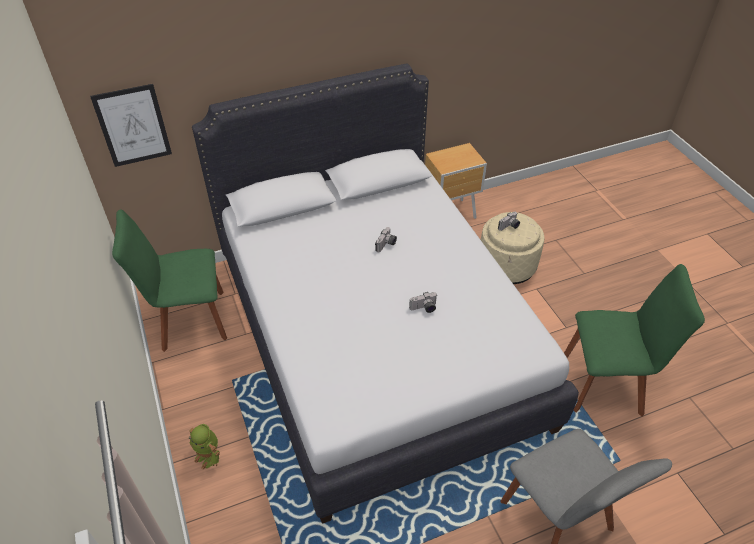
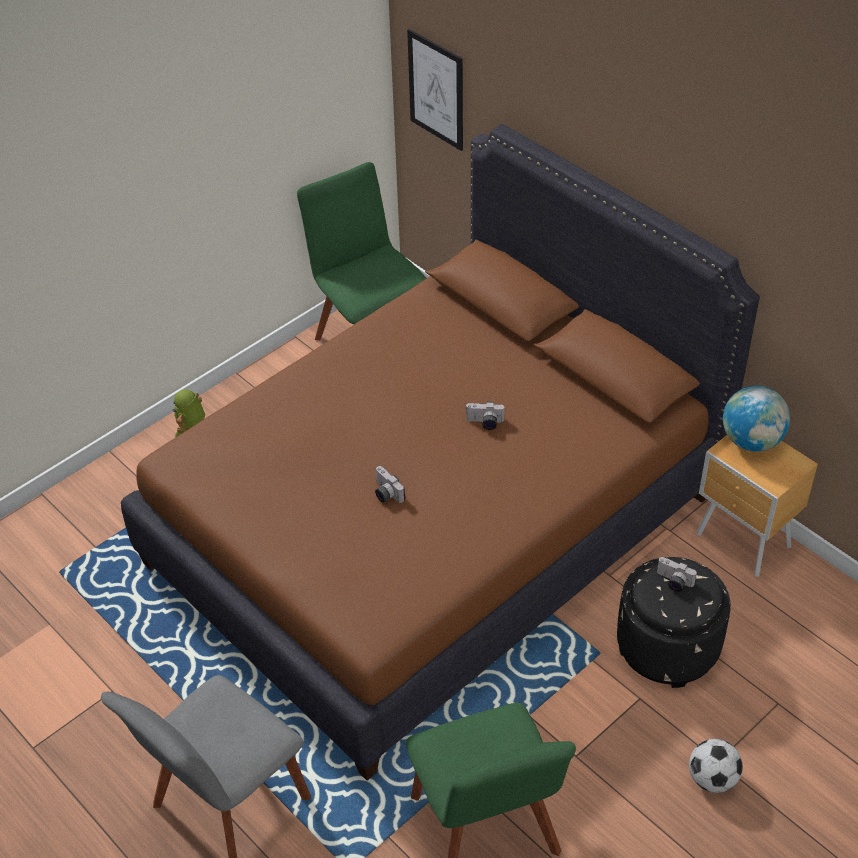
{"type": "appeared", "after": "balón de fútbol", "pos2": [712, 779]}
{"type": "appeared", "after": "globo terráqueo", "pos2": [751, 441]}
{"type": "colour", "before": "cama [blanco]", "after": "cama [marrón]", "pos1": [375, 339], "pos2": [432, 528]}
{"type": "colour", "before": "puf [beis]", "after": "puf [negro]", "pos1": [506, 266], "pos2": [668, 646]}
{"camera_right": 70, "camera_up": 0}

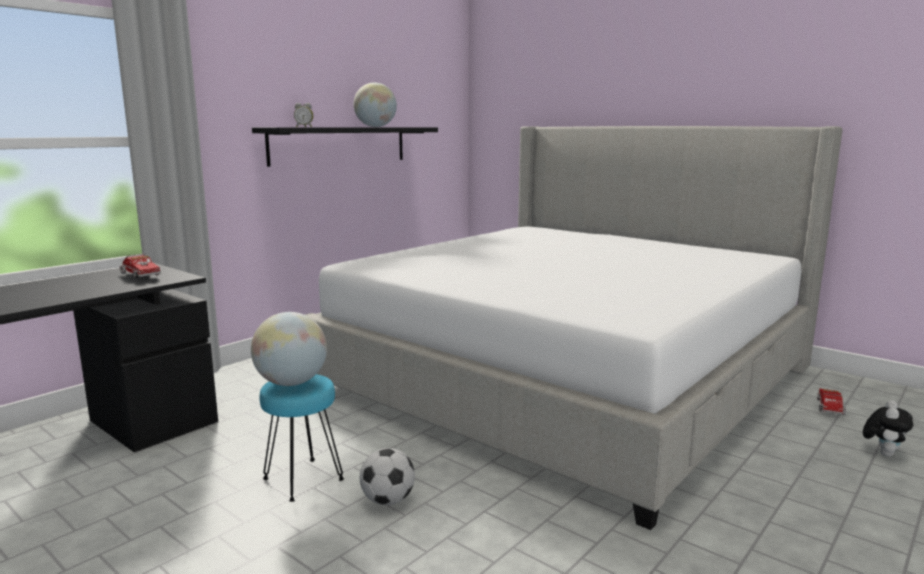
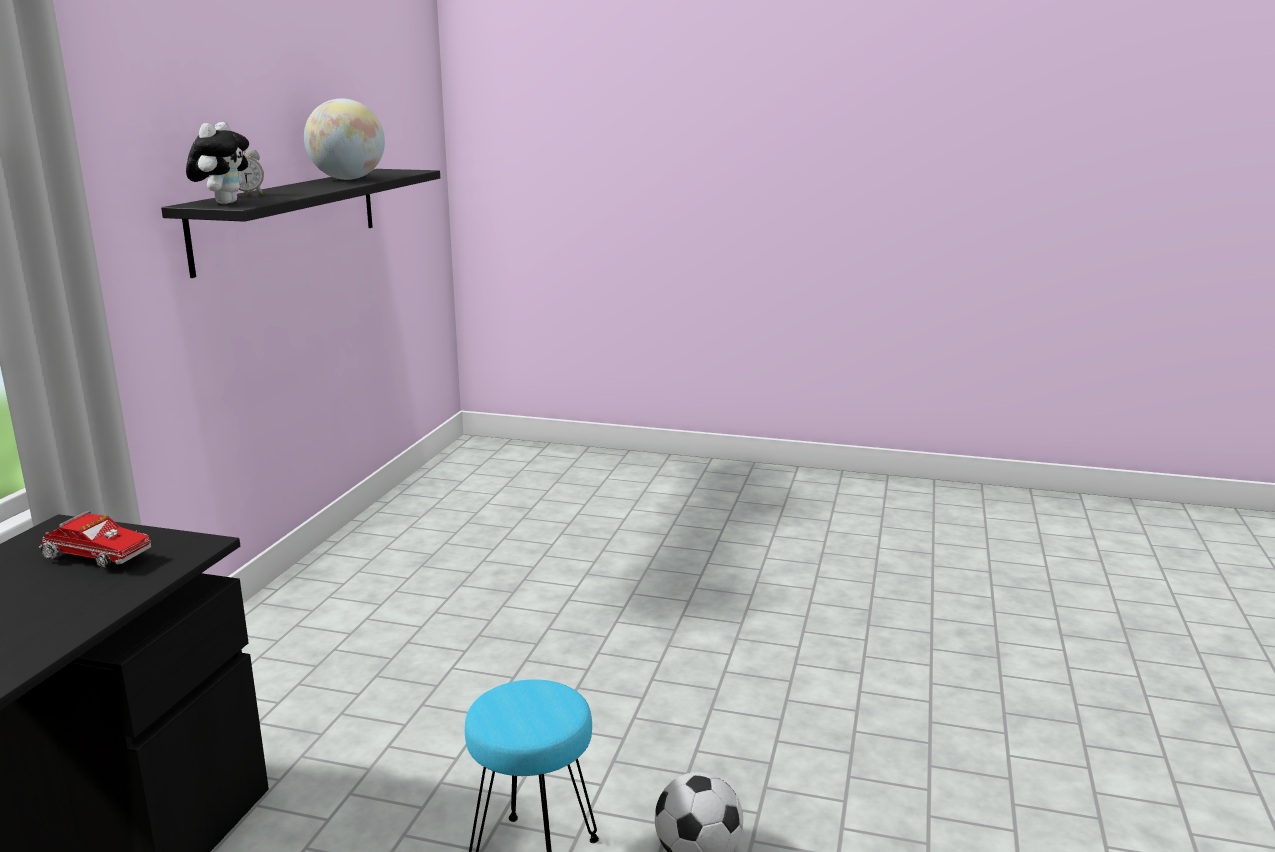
{"type": "missing", "before": "globo terráqueo", "pos1": [291, 383]}
{"type": "missing", "before": "cama", "pos1": [567, 377]}
{"type": "missing", "before": "camión de juguete", "pos1": [830, 409]}
{"type": "relocated", "before": "peluche", "pos1": [883, 453], "pos2": [224, 203]}
{"camera_right": -25, "camera_up": 5}

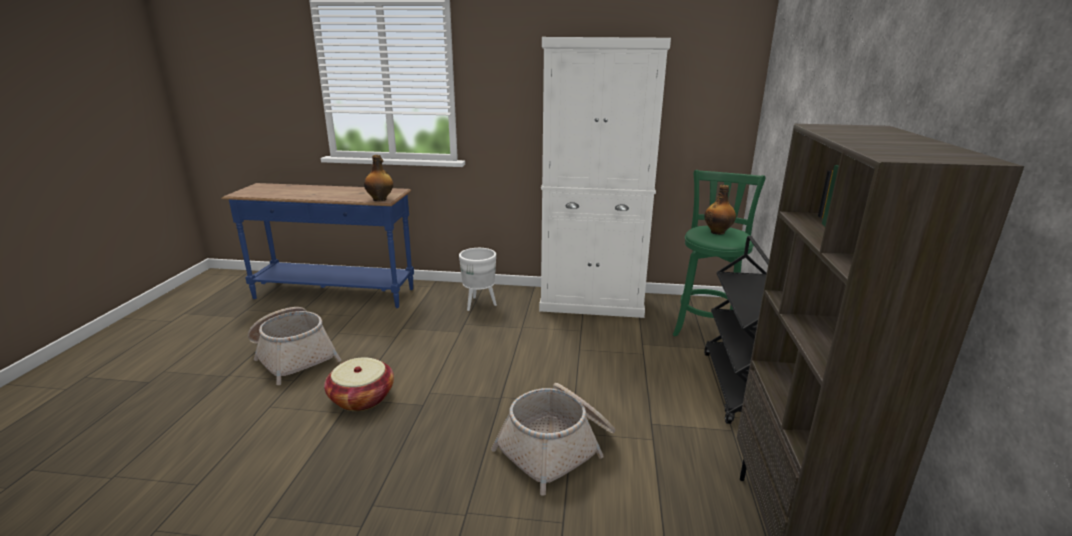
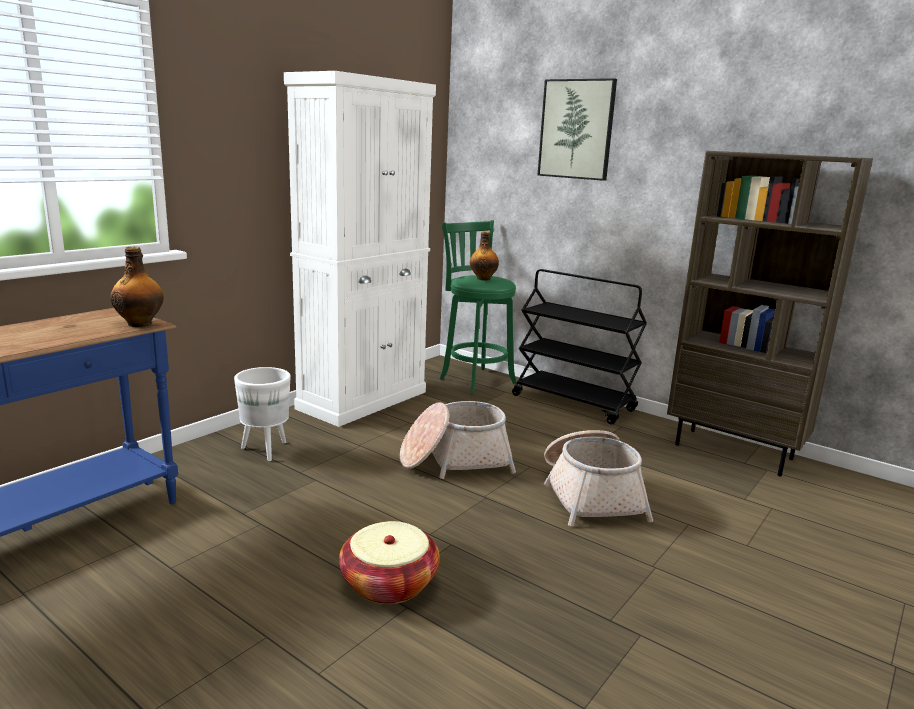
{"type": "appeared", "after": "cuadro", "pos2": [576, 129]}
{"type": "relocated", "before": "cesta", "pos1": [293, 356], "pos2": [455, 460]}
{"camera_right": -60, "camera_up": -5}

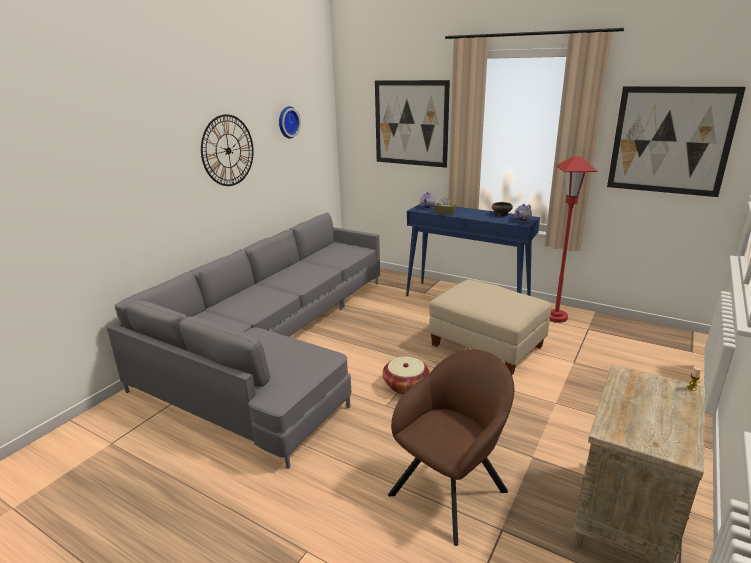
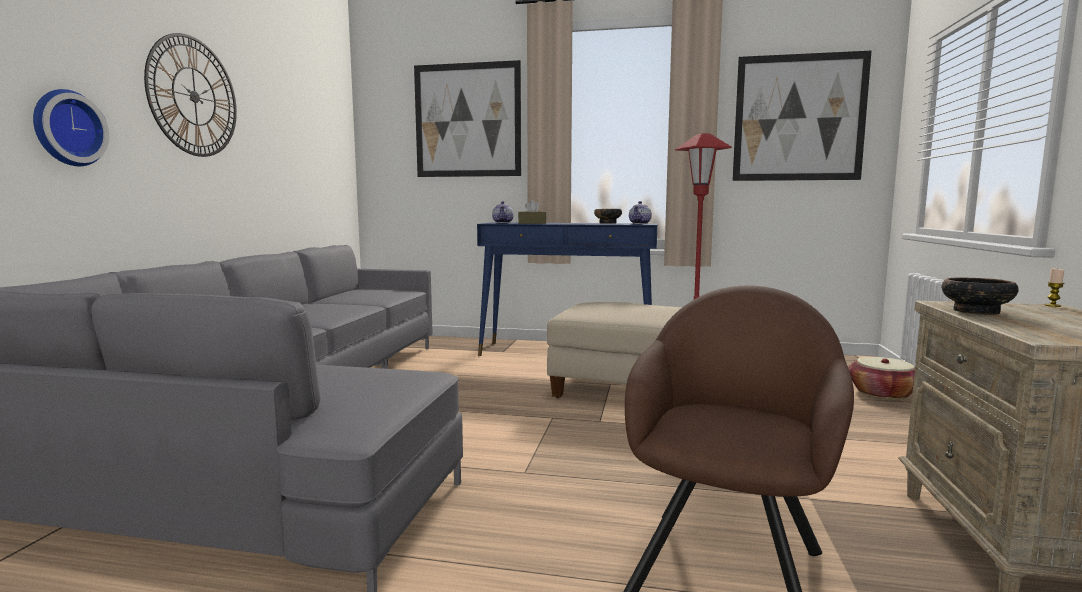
{"type": "appeared", "after": "cuenco", "pos2": [975, 311]}
{"type": "relocated", "before": "reloj de pared", "pos1": [287, 122], "pos2": [66, 128]}
{"type": "relocated", "before": "cesta", "pos1": [406, 385], "pos2": [882, 393]}
{"camera_right": -20, "camera_up": -15}

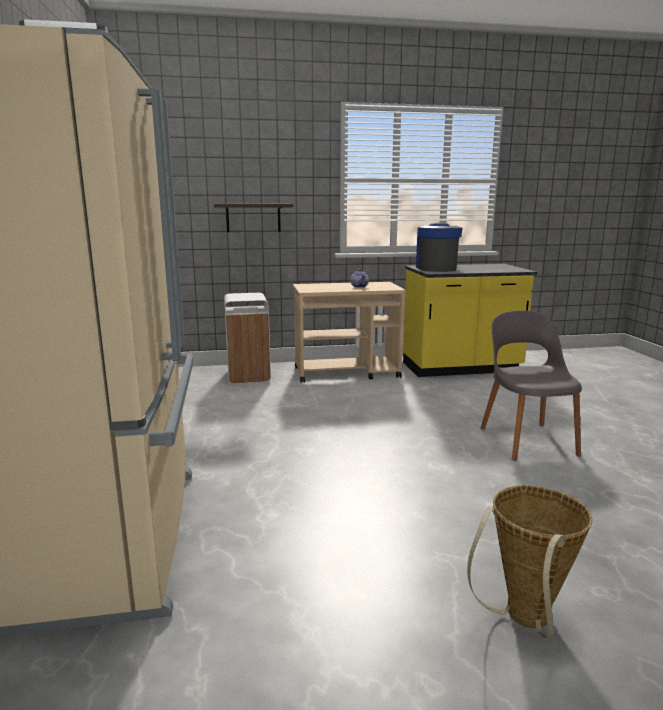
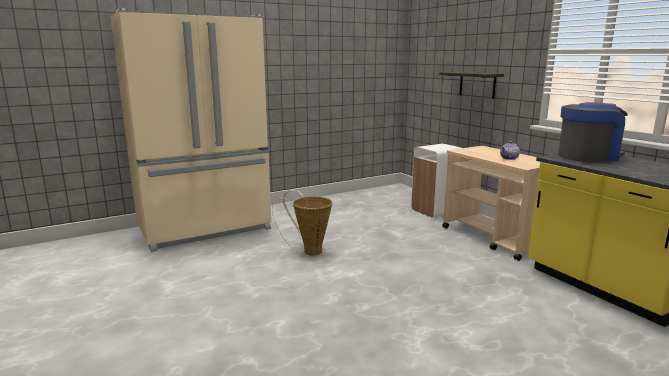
{"type": "missing", "before": "silla [gris]", "pos1": [527, 440]}
{"type": "relocated", "before": "cesta", "pos1": [523, 621], "pos2": [308, 251]}
{"camera_right": 70, "camera_up": 0}

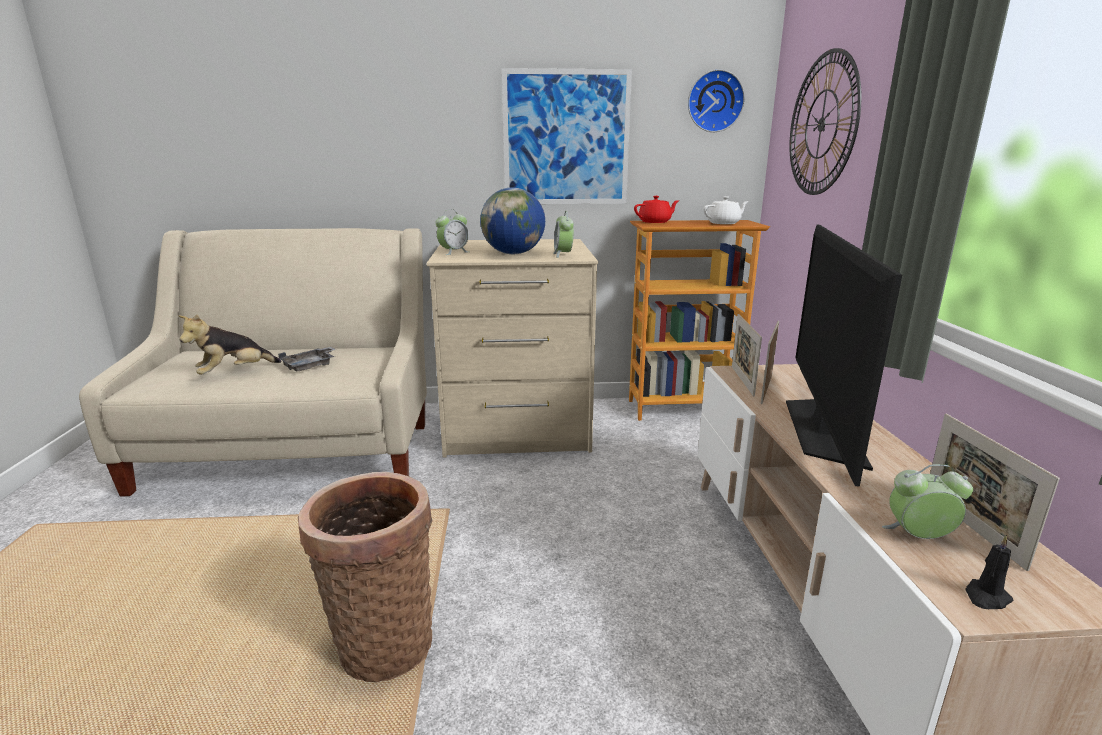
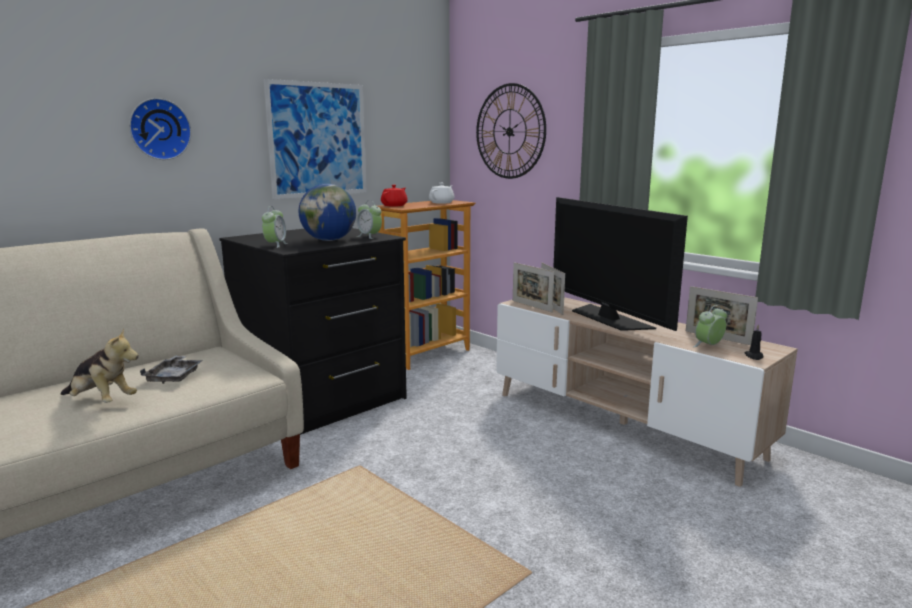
{"type": "missing", "before": "cesta", "pos1": [381, 642]}
{"type": "relocated", "before": "reloj de pared", "pos1": [714, 101], "pos2": [159, 129]}
{"type": "colour", "before": "cómoda [beis]", "after": "cómoda [negro]", "pos1": [516, 427], "pos2": [323, 400]}
{"type": "spun", "before": "peluche", "pos1": [234, 373], "pos2": [101, 401], "turn": -75}
{"camera_right": -40, "camera_up": -5}

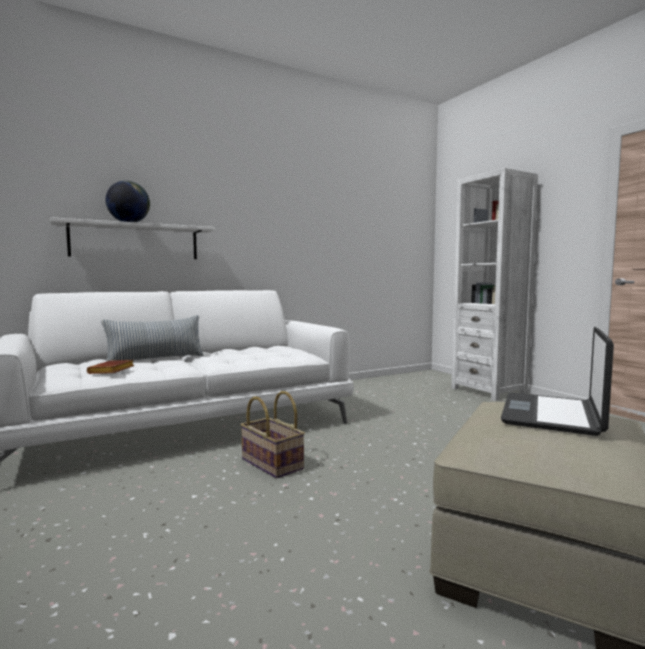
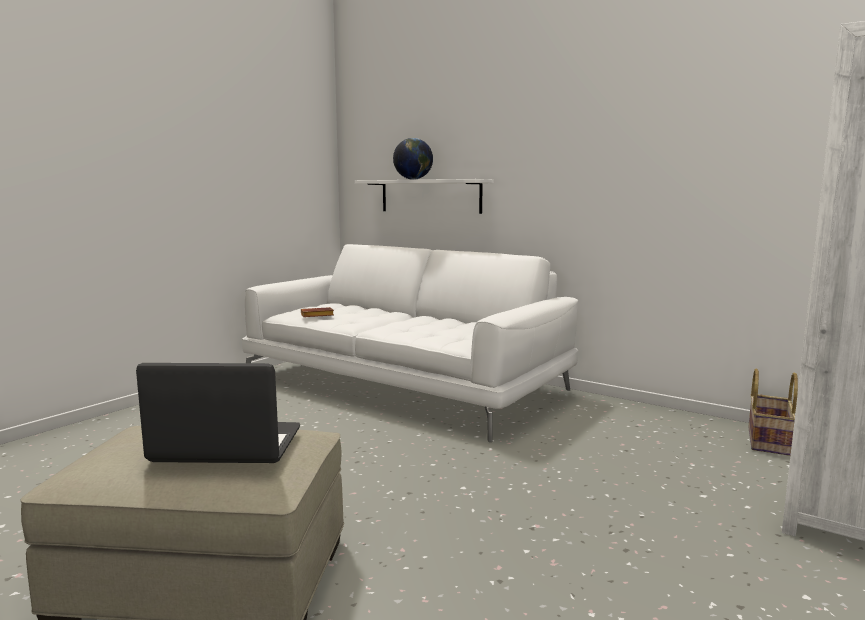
{"type": "missing", "before": "cojín", "pos1": [156, 359]}
{"type": "relocated", "before": "cesta", "pos1": [271, 464], "pos2": [767, 441]}
{"camera_right": 65, "camera_up": 5}

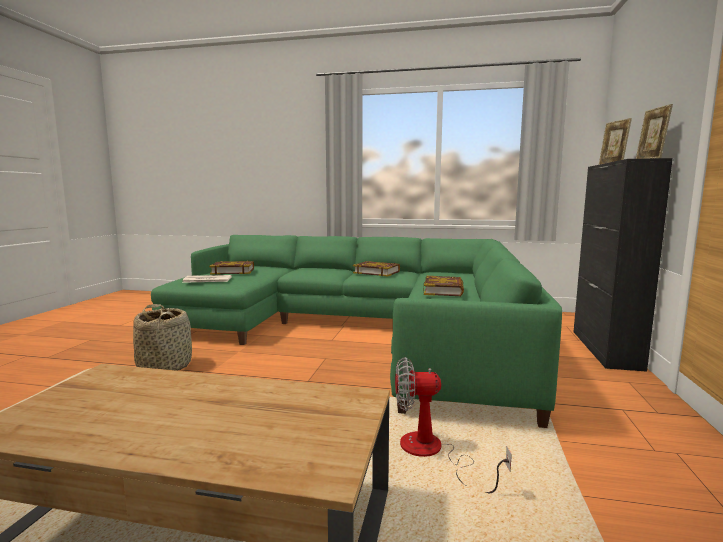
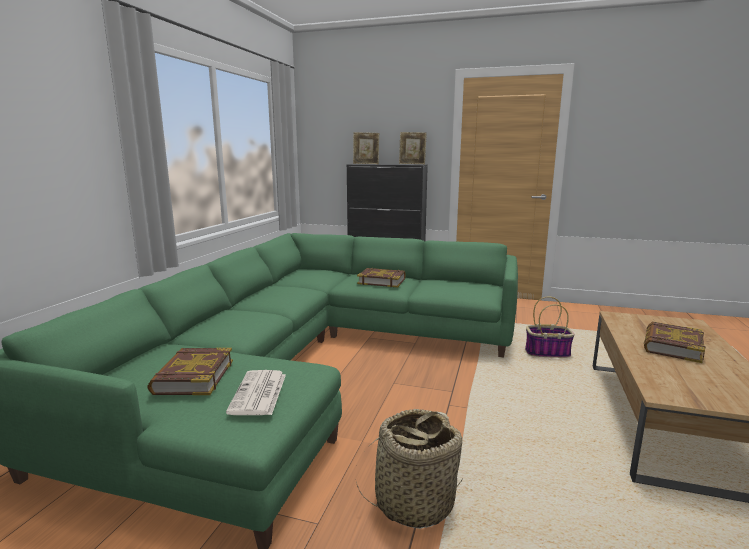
{"type": "relocated", "before": "libro", "pos1": [376, 272], "pos2": [672, 346]}
{"type": "exchanged", "before": "ventilador", "after": "cesta", "pos1": [432, 453], "pos2": [547, 353]}
{"camera_right": -85, "camera_up": 5}

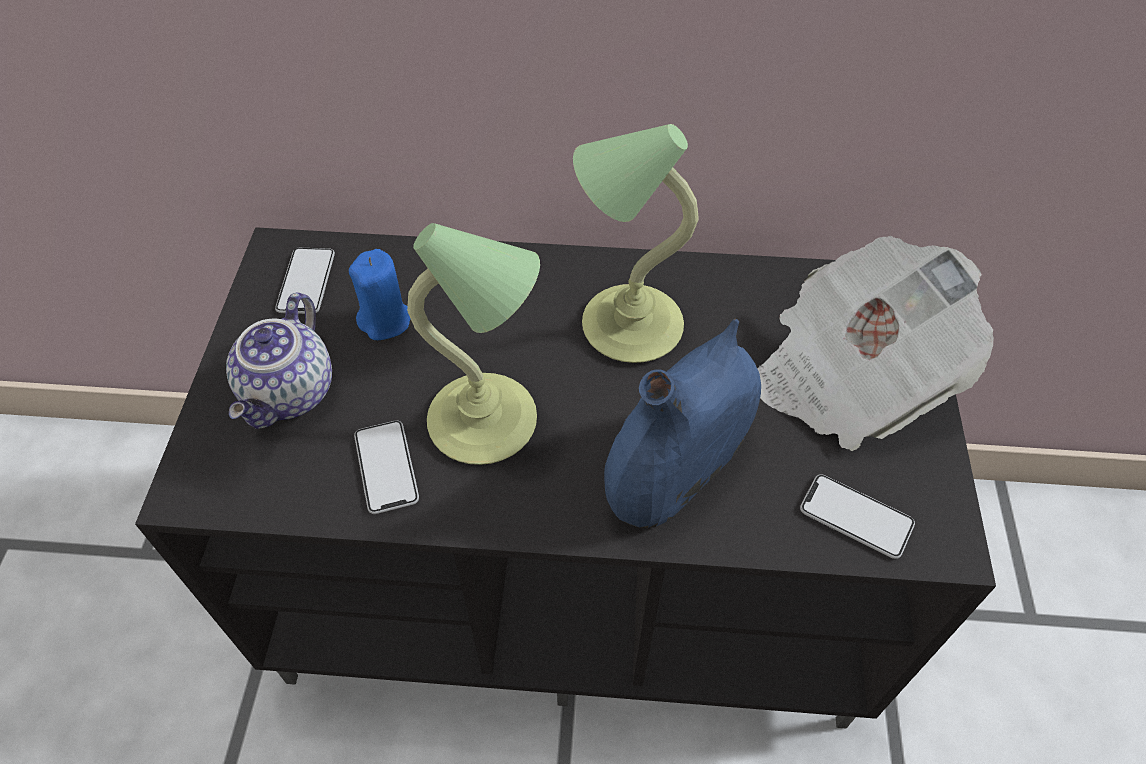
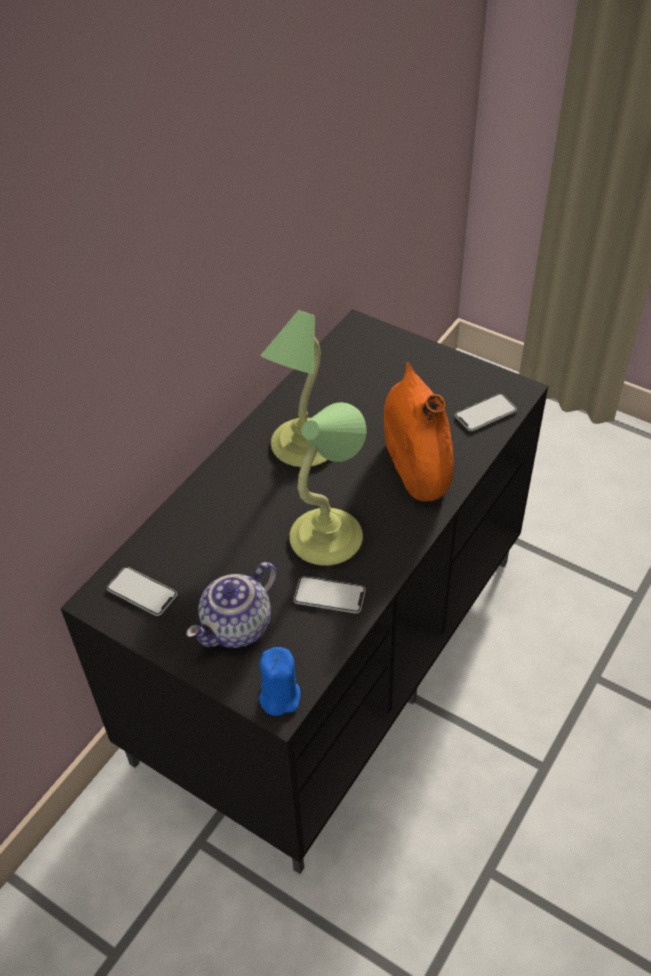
{"type": "missing", "before": "periódico", "pos1": [851, 375]}
{"type": "relocated", "before": "vela [azul]", "pos1": [386, 320], "pos2": [279, 696]}
{"type": "colour", "before": "florero [azul]", "after": "florero [naranja]", "pos1": [678, 470], "pos2": [416, 467]}
{"type": "spun", "before": "tetera", "pos1": [291, 393], "pos2": [237, 628], "turn": 90}
{"camera_right": -60, "camera_up": -5}

